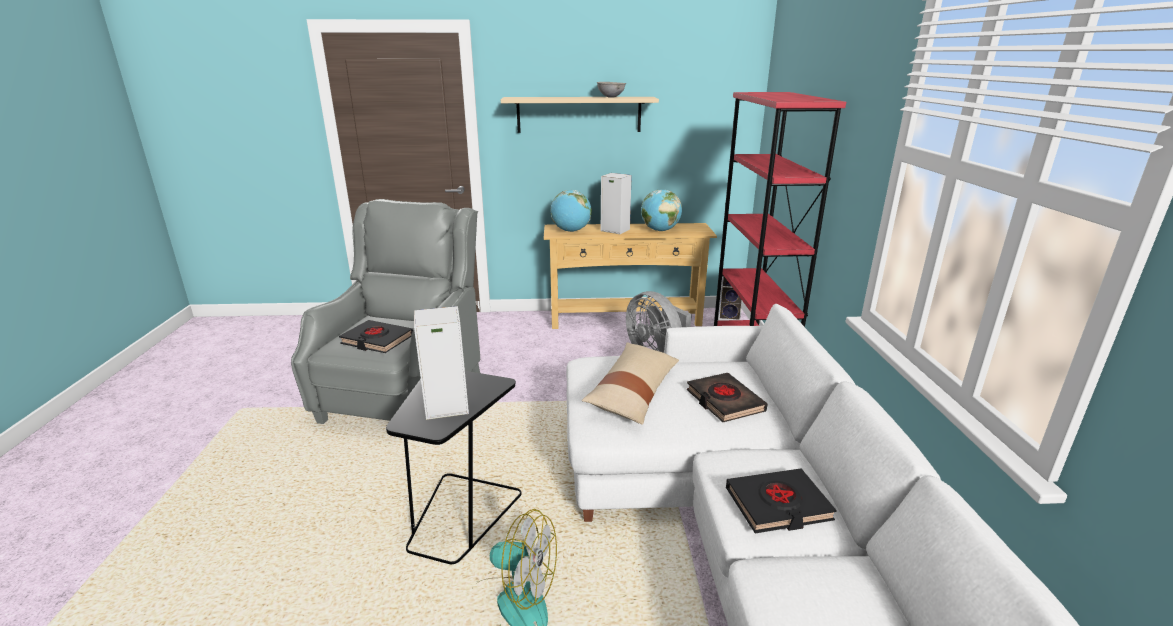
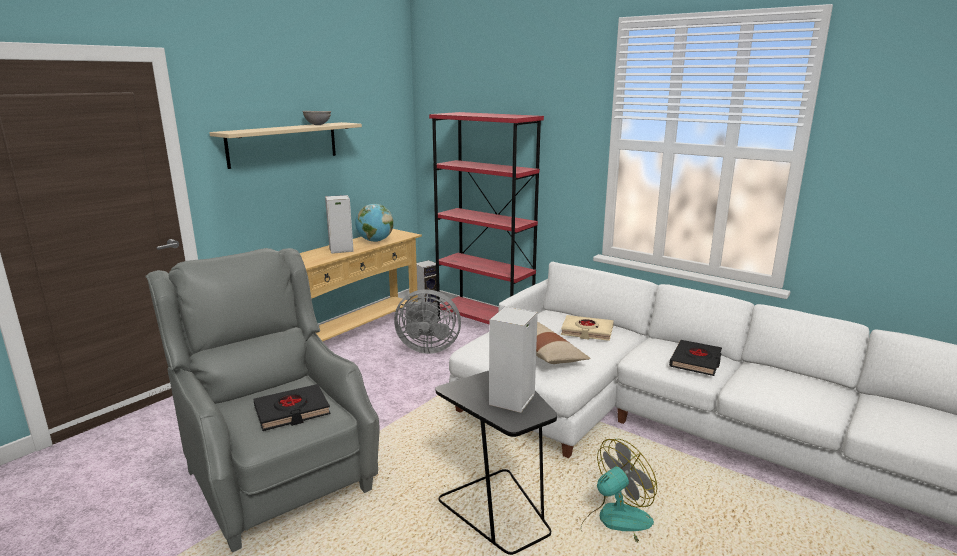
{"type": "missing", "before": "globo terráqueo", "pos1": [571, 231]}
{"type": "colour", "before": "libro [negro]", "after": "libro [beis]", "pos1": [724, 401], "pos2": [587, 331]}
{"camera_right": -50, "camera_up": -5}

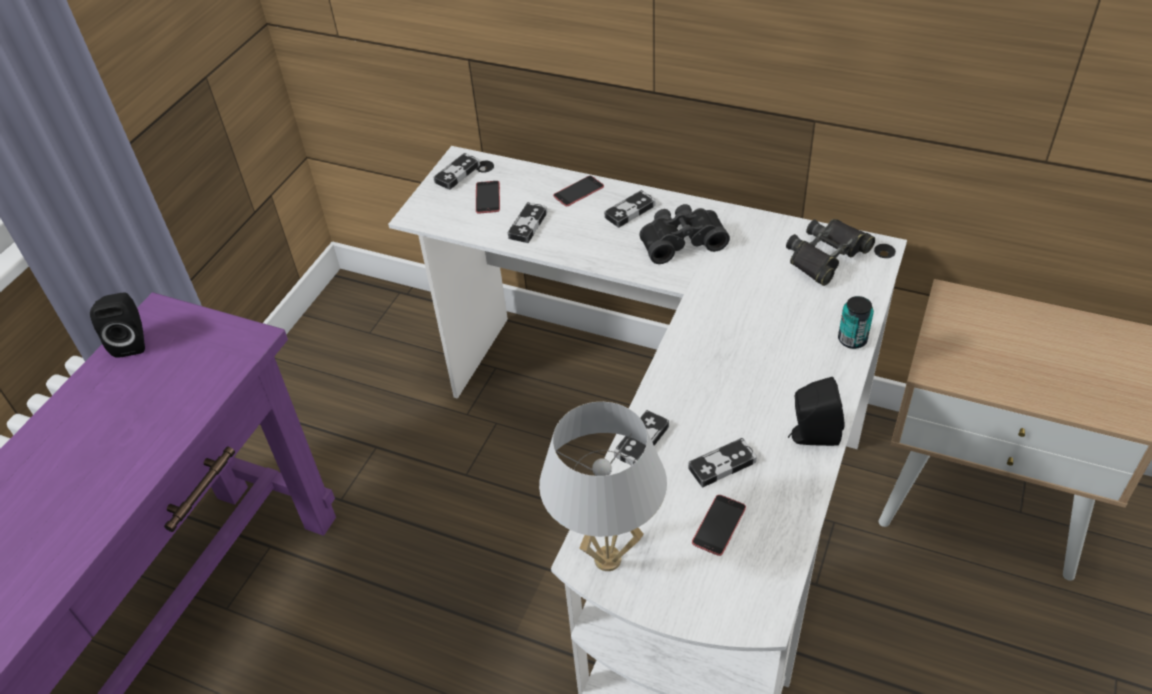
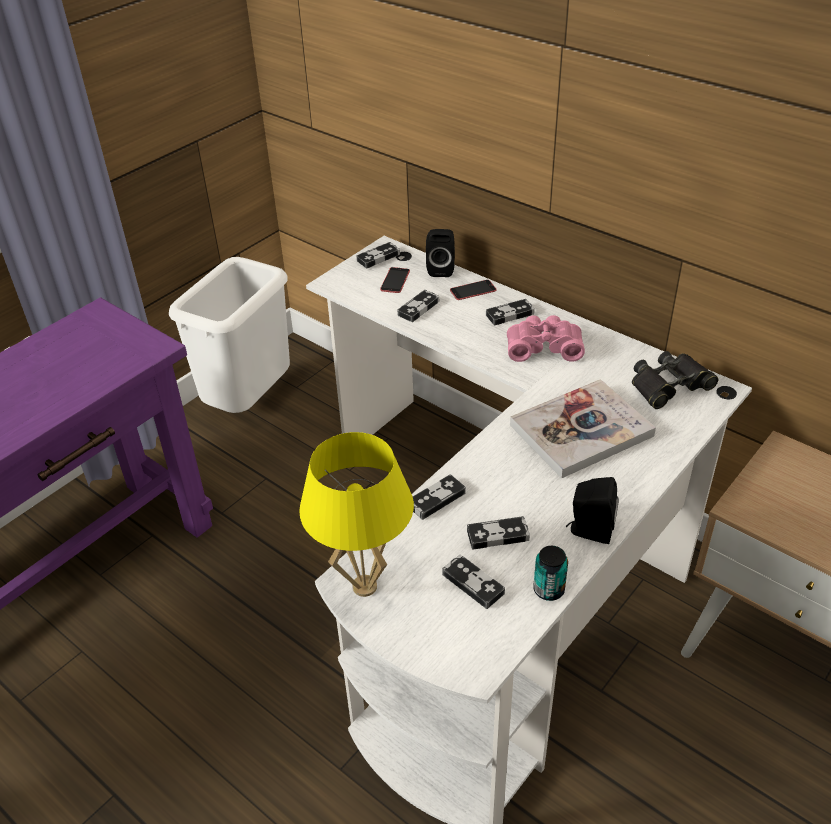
{"type": "appeared", "after": "papelera [blanco]", "pos2": [249, 403]}
{"type": "appeared", "after": "libro", "pos2": [581, 430]}
{"type": "relocated", "before": "altavoz [negro]", "pos1": [132, 342], "pos2": [441, 269]}
{"type": "relocated", "before": "lata", "pos1": [852, 340], "pos2": [548, 590]}
{"type": "exchanged", "before": "móvil", "after": "mando de consola", "pos1": [719, 525], "pos2": [473, 584]}
{"type": "colour", "before": "lámpara de mesa [blanco]", "after": "lámpara de mesa [amarillo]", "pos1": [608, 558], "pos2": [365, 586]}
{"type": "colour", "before": "prismáticos [negro]", "after": "prismáticos [rosa]", "pos1": [681, 241], "pos2": [543, 346]}
{"camera_right": 15, "camera_up": -5}

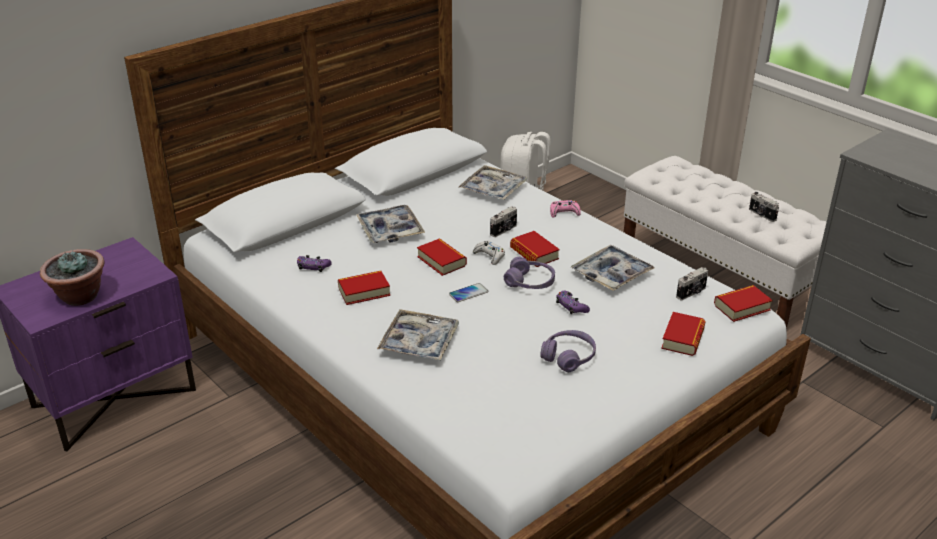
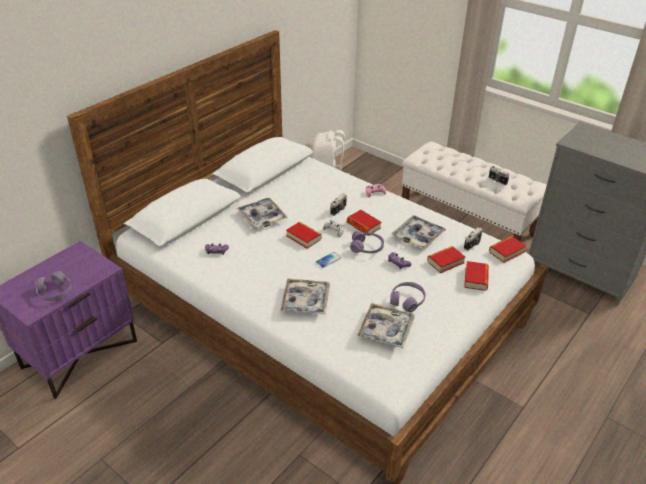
{"type": "relocated", "before": "libro", "pos1": [364, 292], "pos2": [445, 262]}
{"type": "relocated", "before": "bandeja", "pos1": [493, 189], "pos2": [386, 330]}
{"type": "exchanged", "before": "planta en maceta", "after": "auriculares [morado]", "pos1": [79, 297], "pos2": [55, 292]}
{"camera_right": -10, "camera_up": 5}

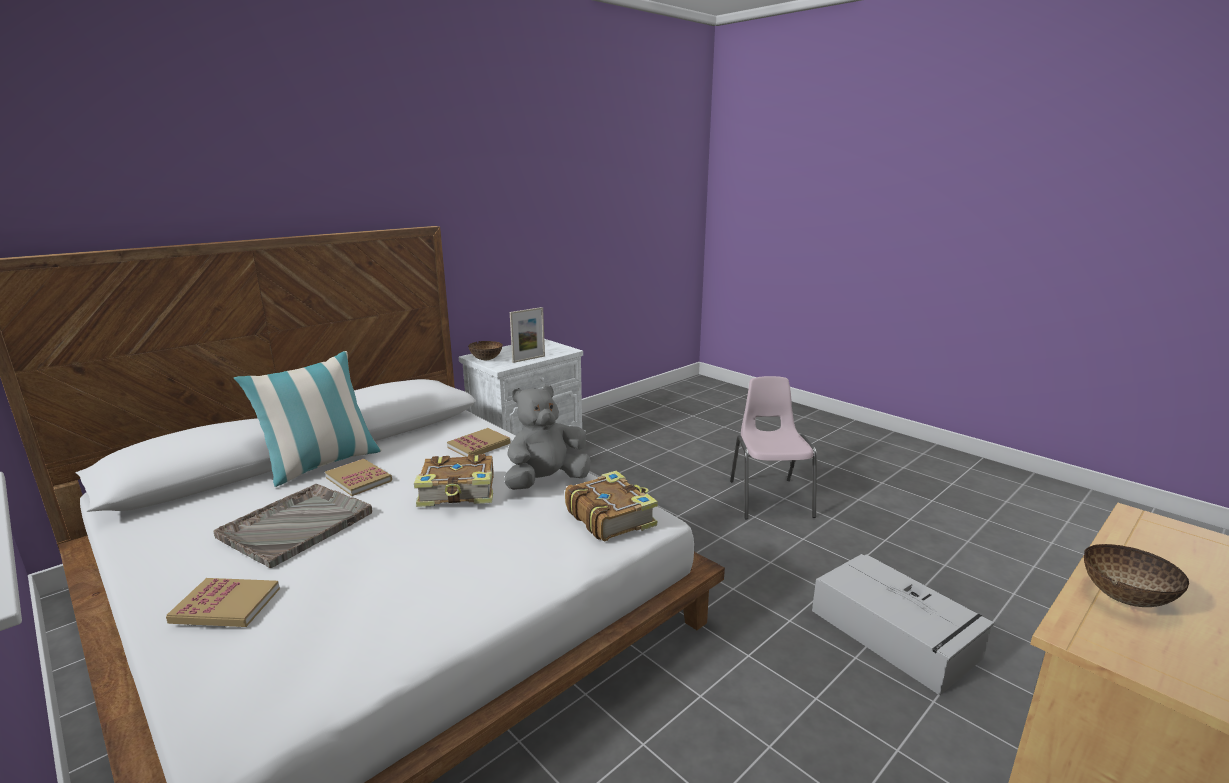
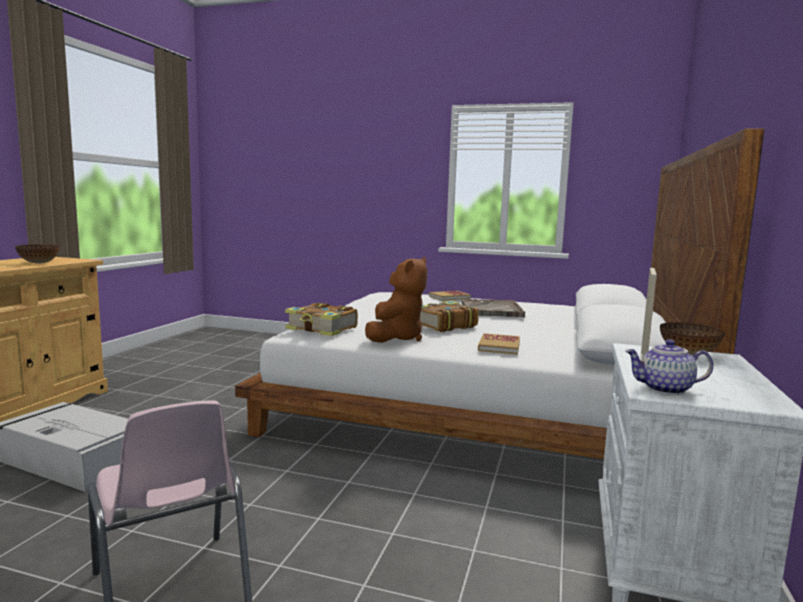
{"type": "missing", "before": "cojín", "pos1": [322, 464]}
{"type": "missing", "before": "libro", "pos1": [359, 479]}
{"type": "appeared", "after": "tetera", "pos2": [665, 389]}
{"type": "colour", "before": "peluche [gris]", "after": "peluche [marrón]", "pos1": [546, 482], "pos2": [396, 338]}
{"camera_right": 150, "camera_up": -10}

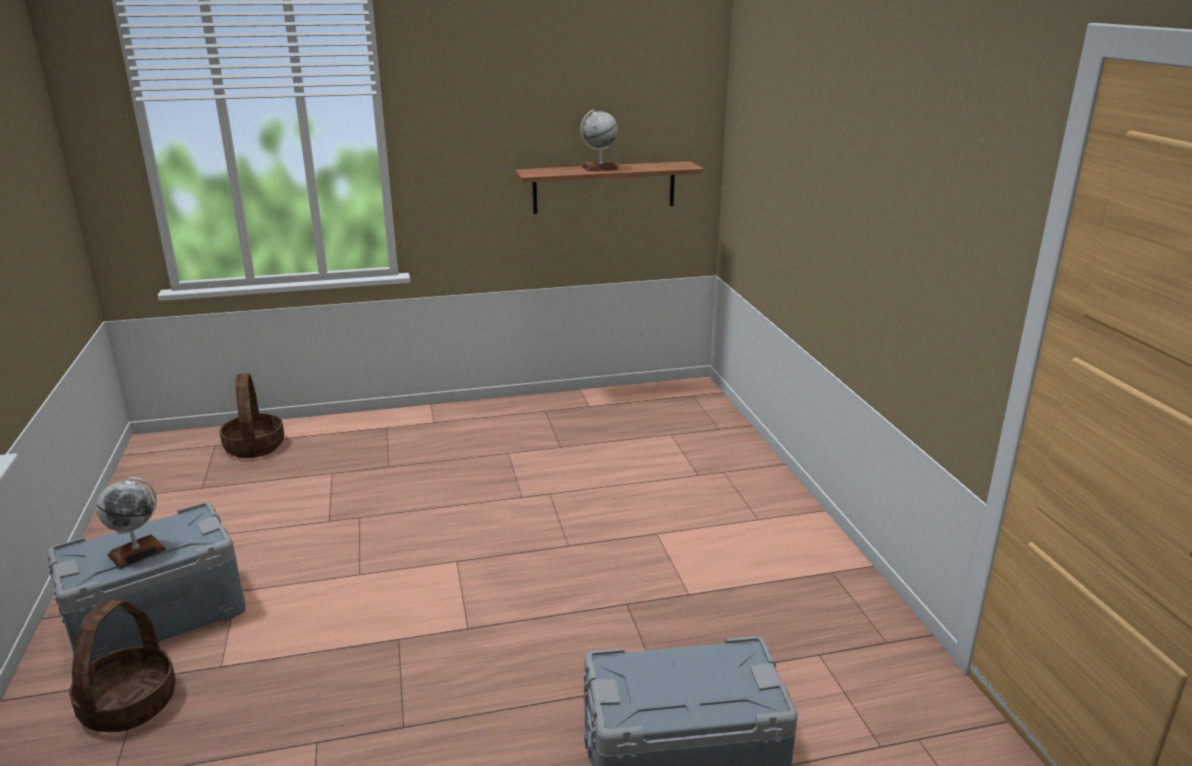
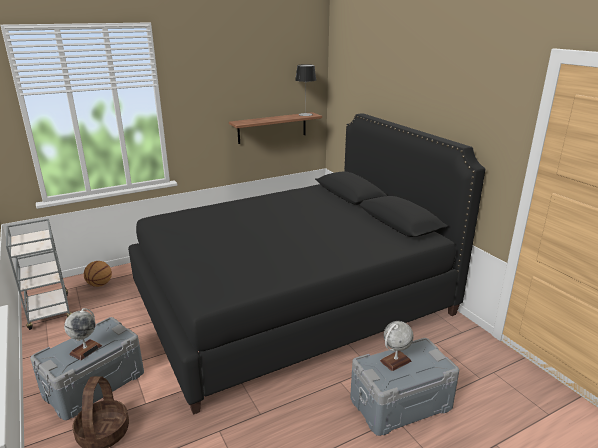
{"type": "appeared", "after": "carrito [gris]", "pos2": [49, 312]}
{"type": "appeared", "after": "cama [negro]", "pos2": [292, 302]}
{"type": "appeared", "after": "lámpara de mesa", "pos2": [305, 114]}
{"type": "relocated", "before": "globo terráqueo", "pos1": [599, 168], "pos2": [395, 361]}
{"type": "exchanged", "before": "cesta", "after": "balón de baloncesto", "pos1": [254, 446], "pos2": [100, 284]}
{"camera_right": -15, "camera_up": 0}

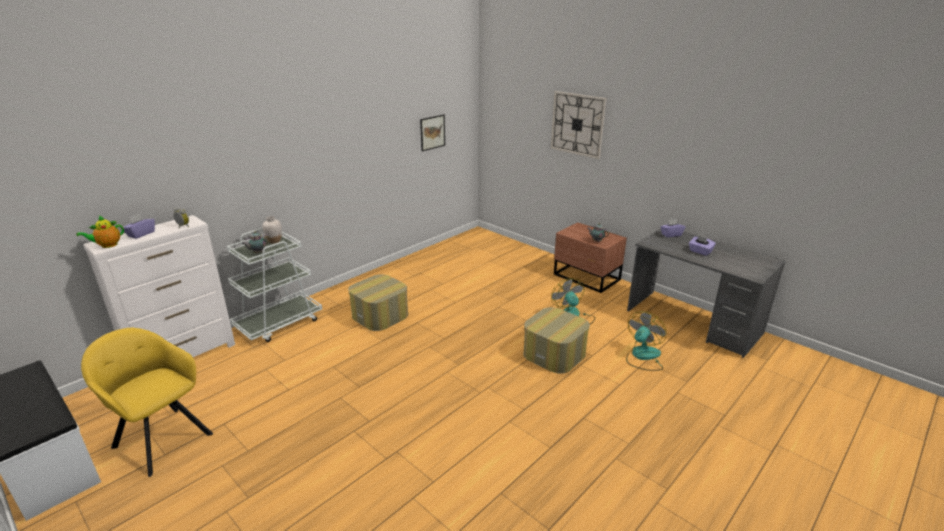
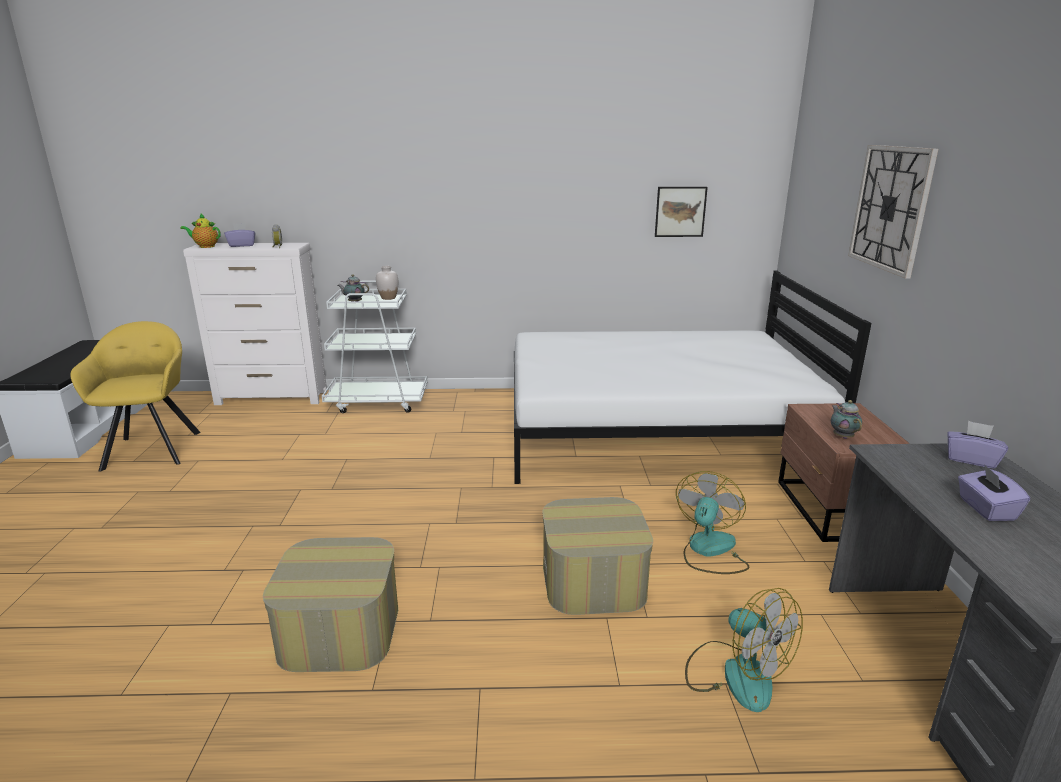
{"type": "appeared", "after": "cama [blanco]", "pos2": [655, 431]}
{"type": "relocated", "before": "puf", "pos1": [380, 315], "pos2": [340, 630]}
{"type": "spun", "before": "ventilador", "pos1": [642, 357], "pos2": [736, 673], "turn": 60}
{"camera_right": 45, "camera_up": -5}

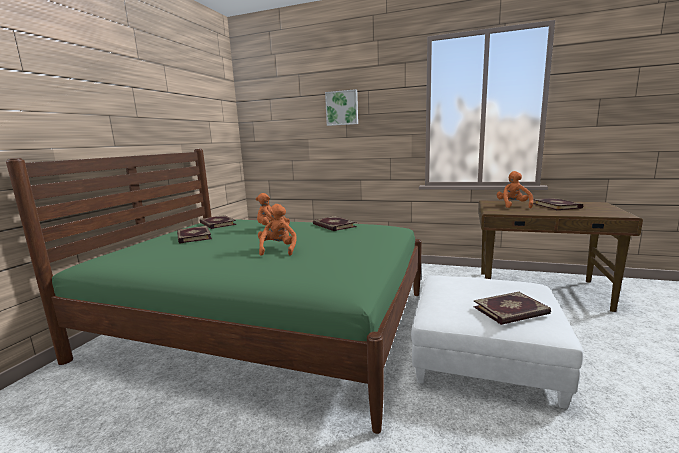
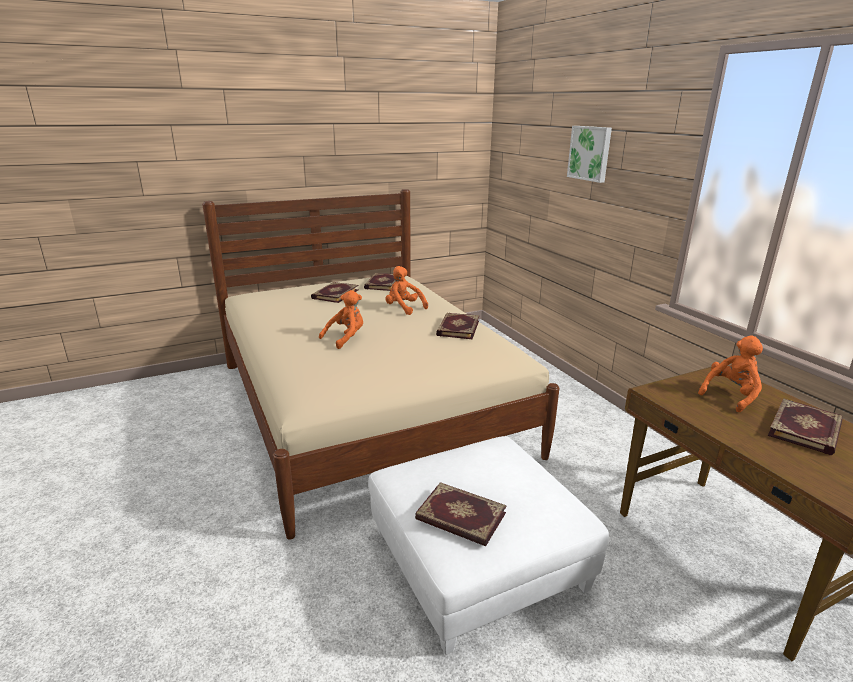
{"type": "colour", "before": "cama [verde]", "after": "cama [beis]", "pos1": [265, 324], "pos2": [366, 406]}
{"camera_right": 45, "camera_up": 10}

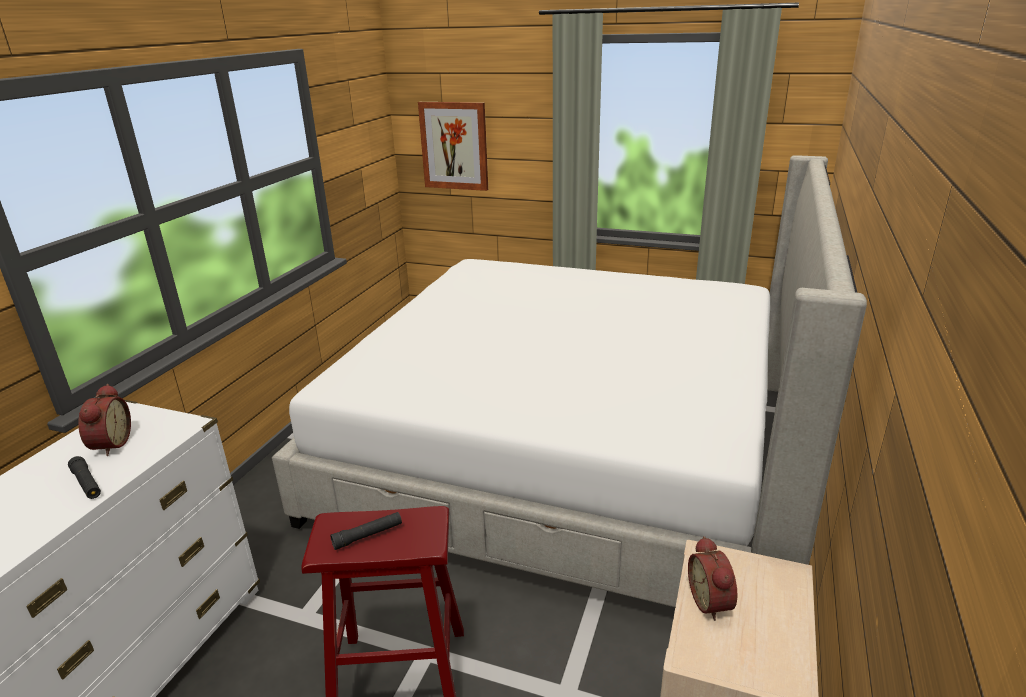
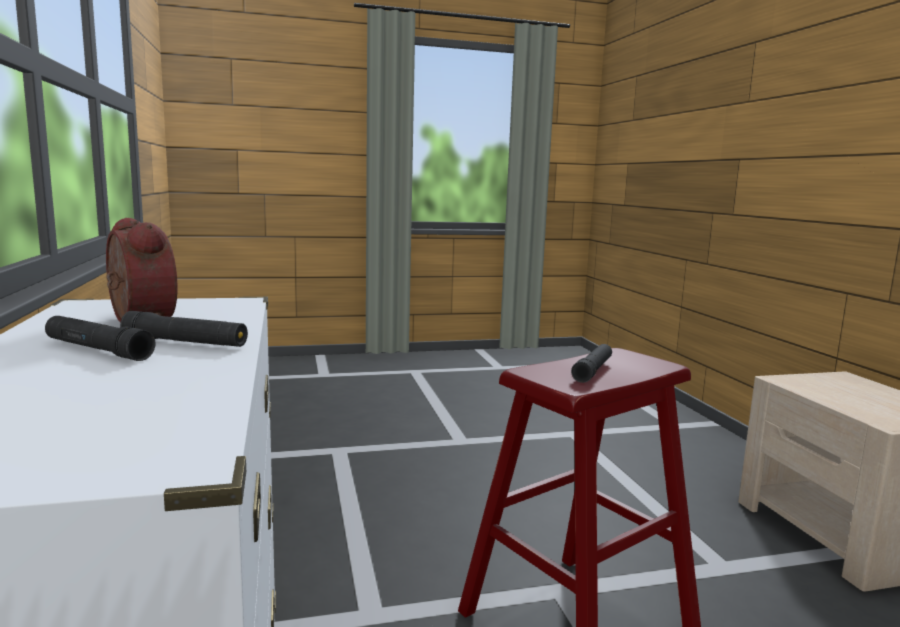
{"type": "missing", "before": "cama", "pos1": [572, 450]}
{"type": "missing", "before": "cuadro", "pos1": [454, 146]}
{"type": "missing", "before": "despertador", "pos1": [712, 601]}
{"type": "appeared", "after": "linterna [negro]", "pos2": [98, 350]}
{"camera_right": -35, "camera_up": -15}

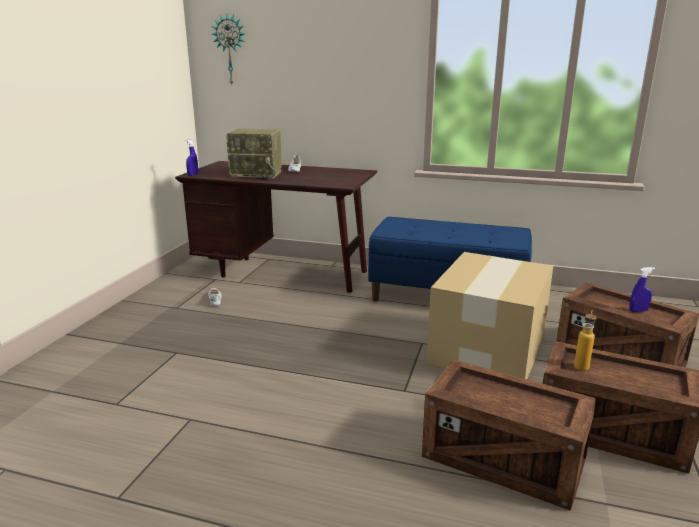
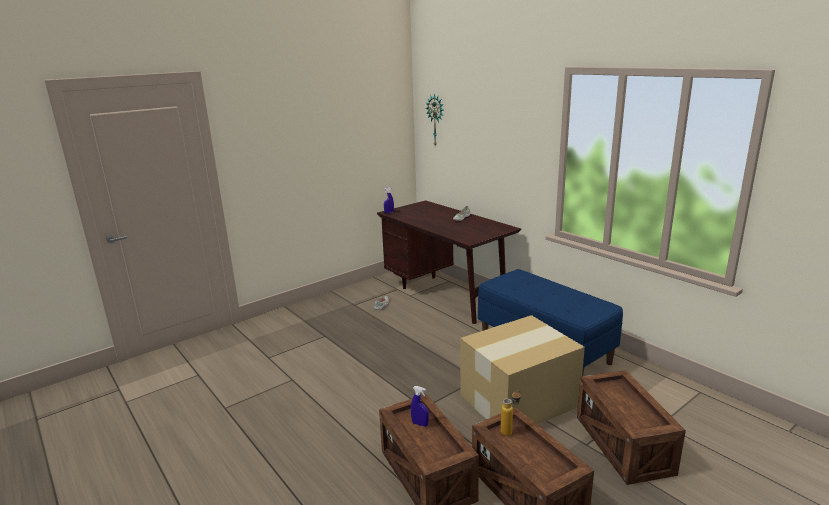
{"type": "missing", "before": "radio", "pos1": [257, 174]}
{"type": "relocated", "before": "pulverizador [azul]", "pos1": [638, 311], "pos2": [420, 424]}
{"camera_right": 35, "camera_up": 0}

